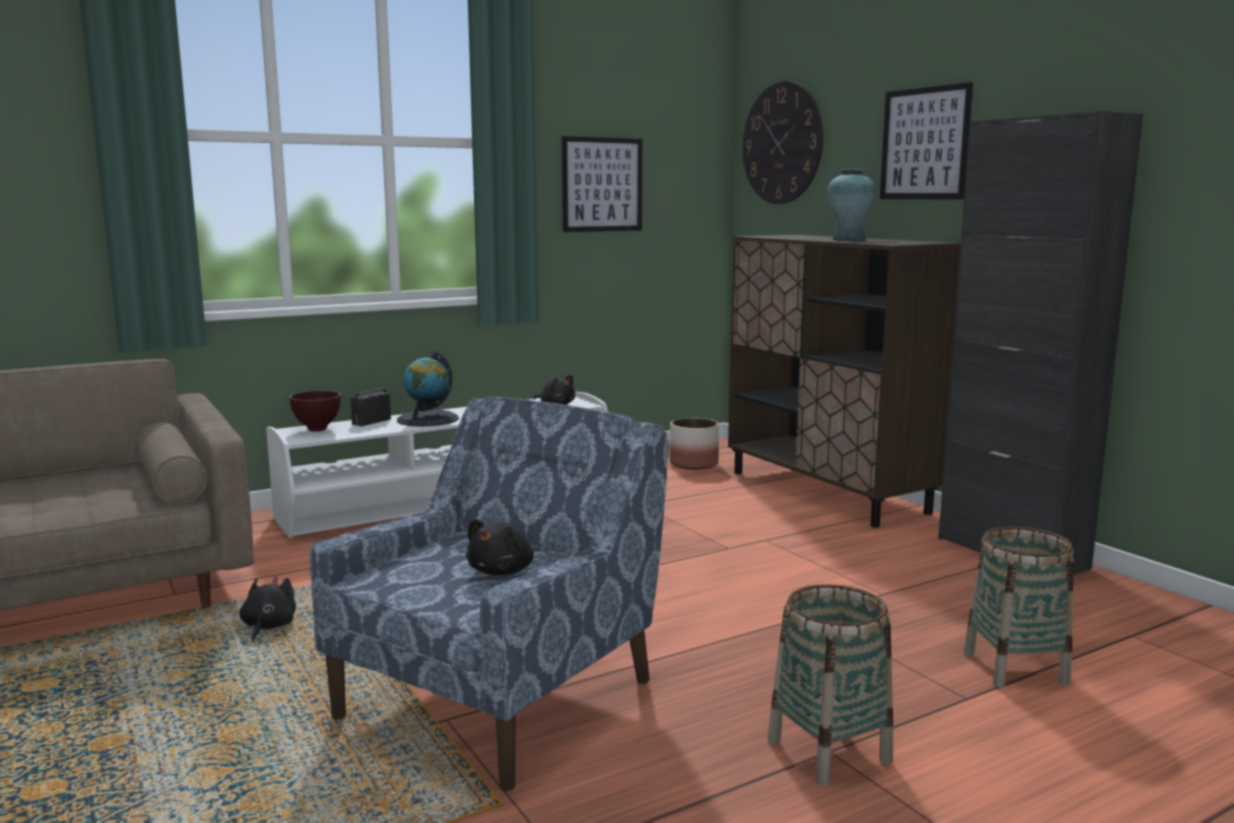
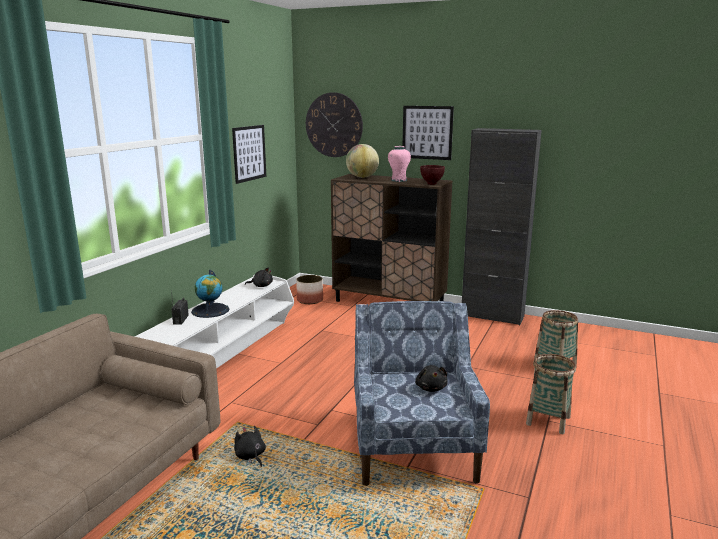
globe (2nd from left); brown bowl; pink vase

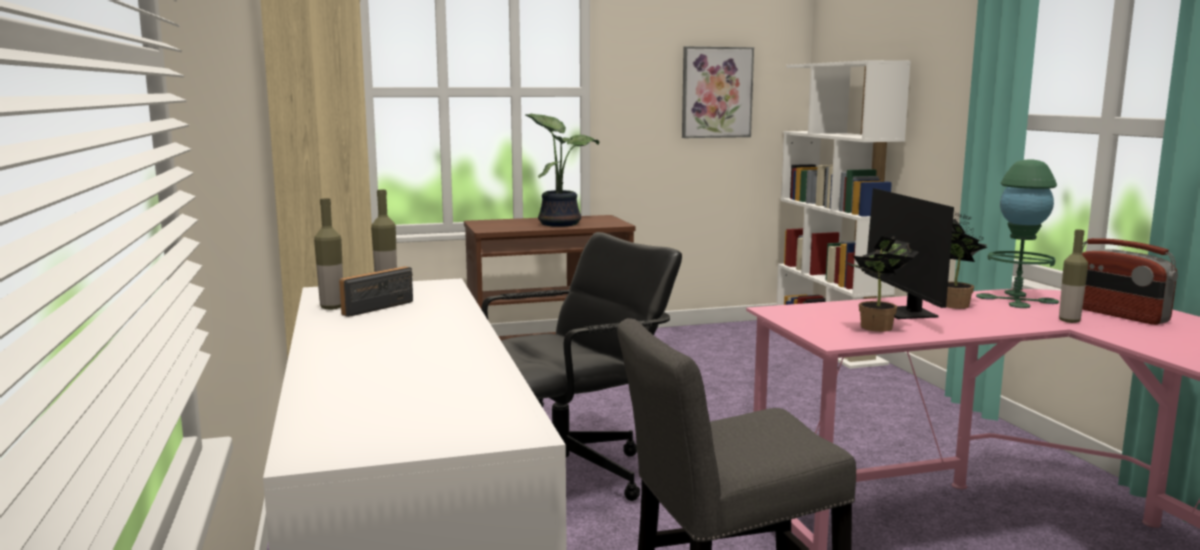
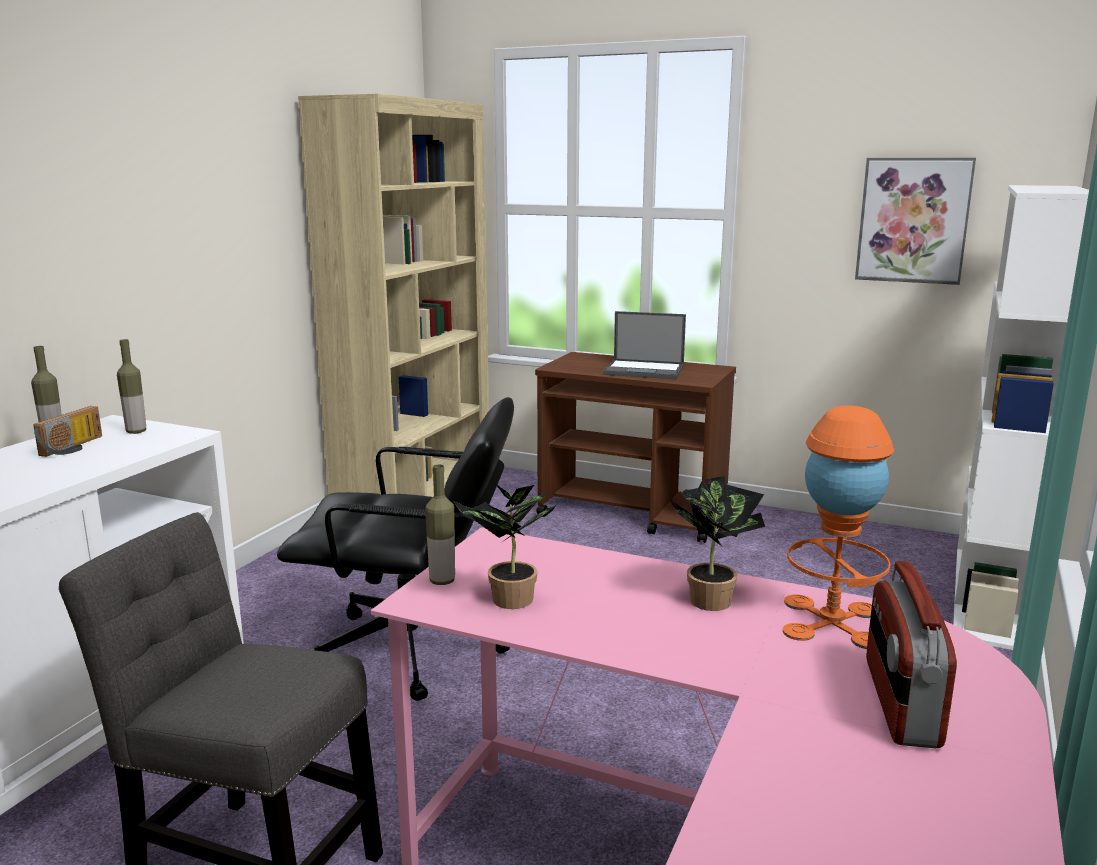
monitor; bottle (3rd from left); laptop; orange table lamp; radio (1st from left)

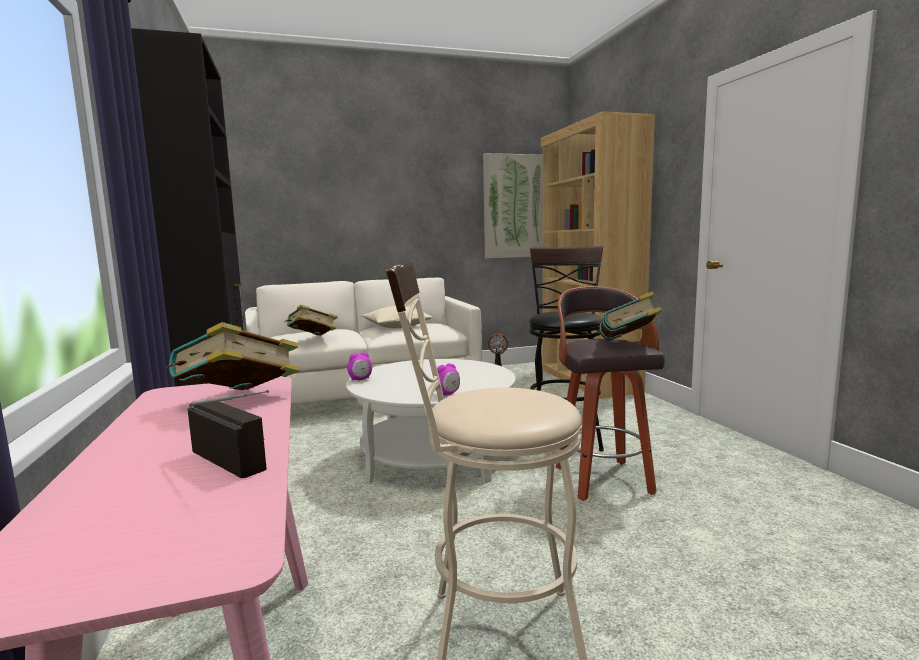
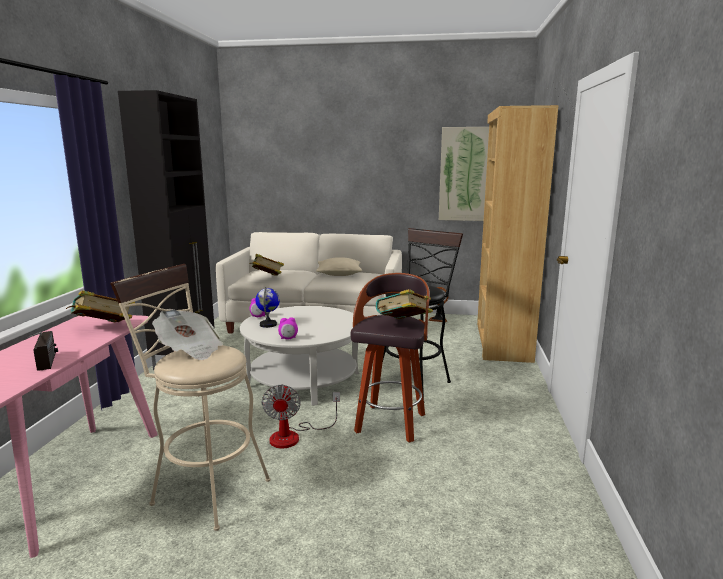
newspaper; globe; fan (1st from left)

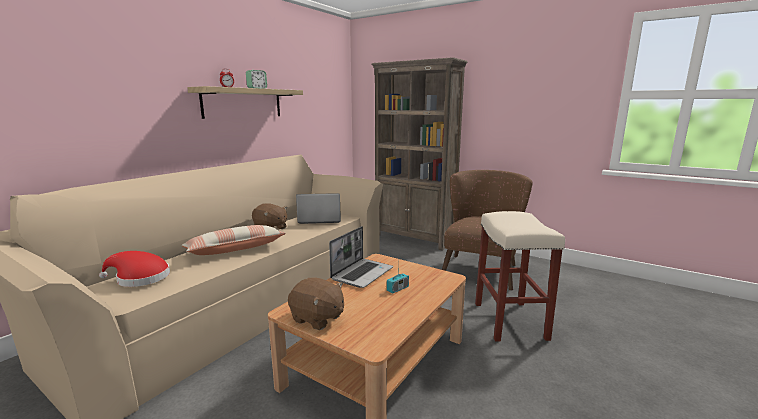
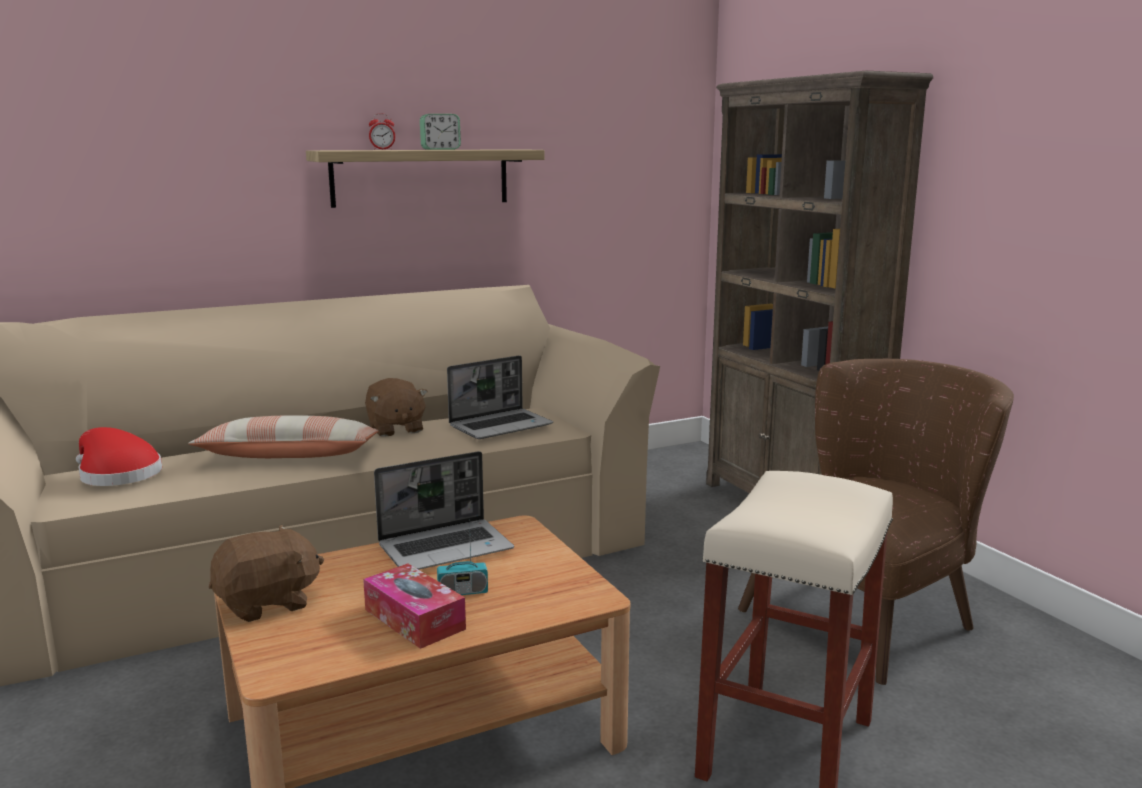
tissue box; brown plush toy (1st from left); laptop (2nd from left)

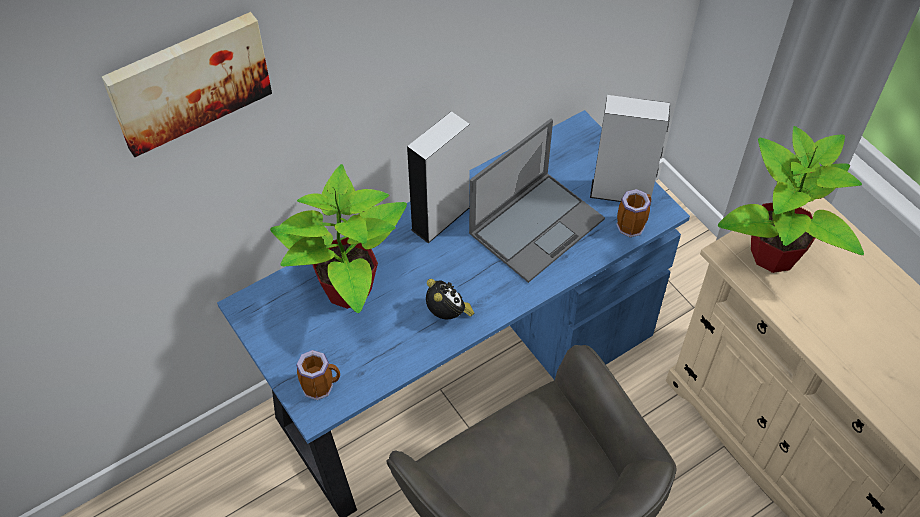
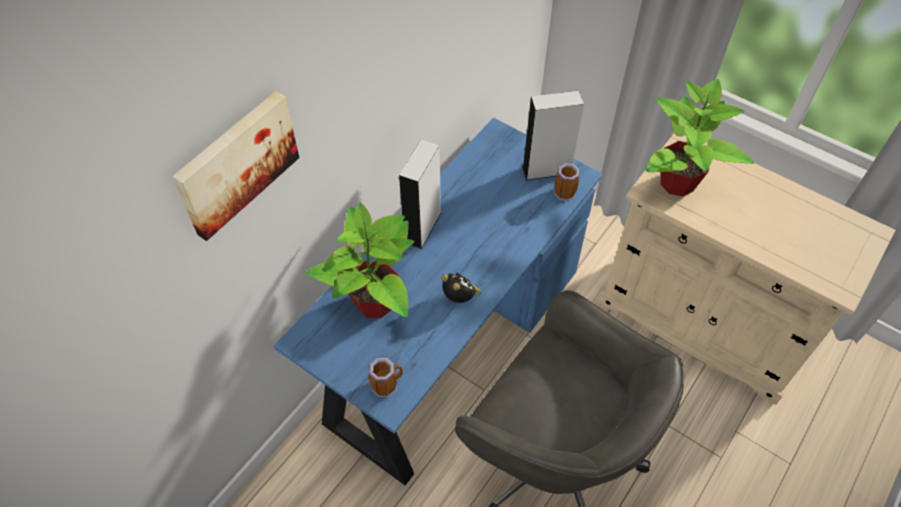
laptop

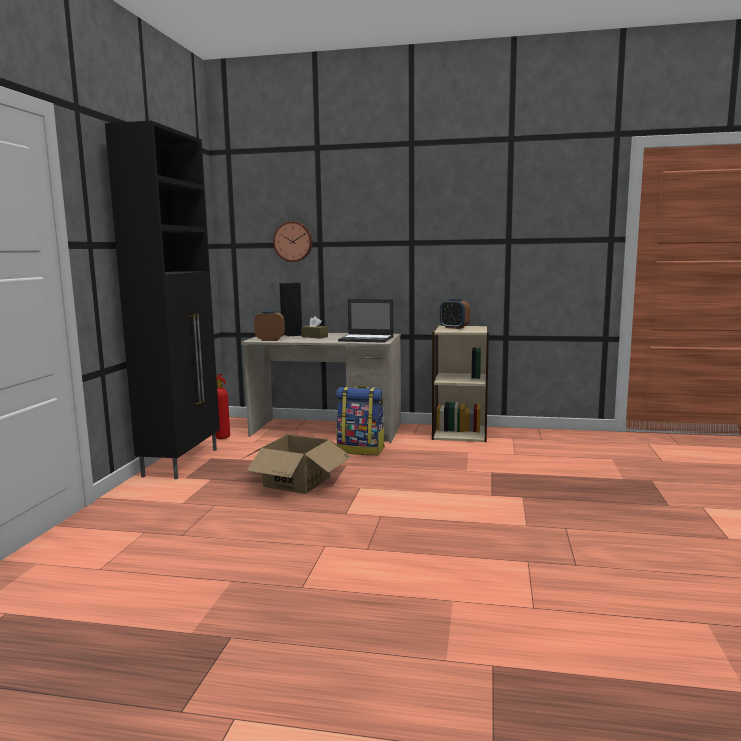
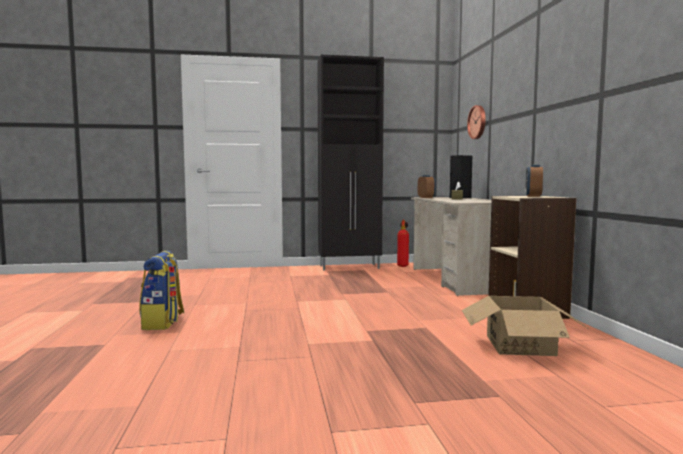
laptop; cardboard box; backpack

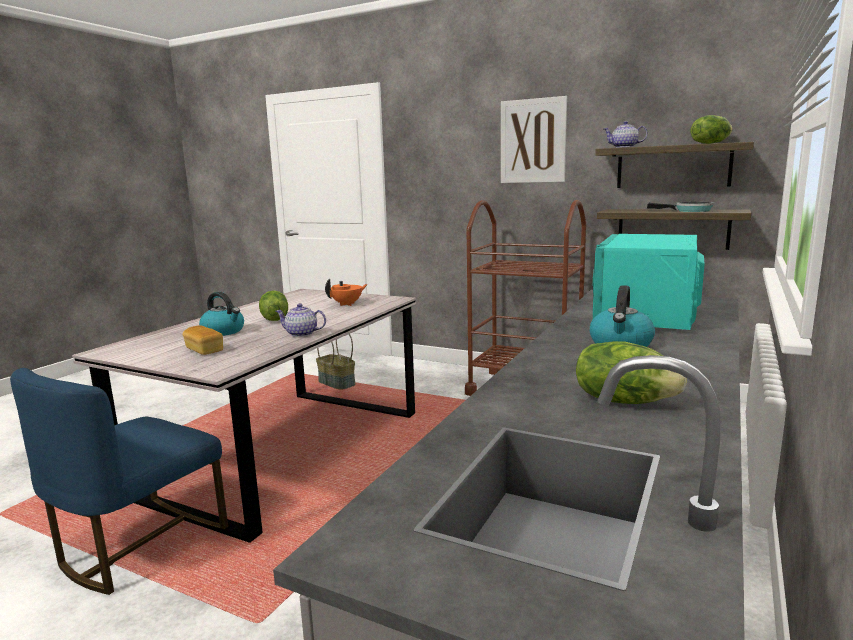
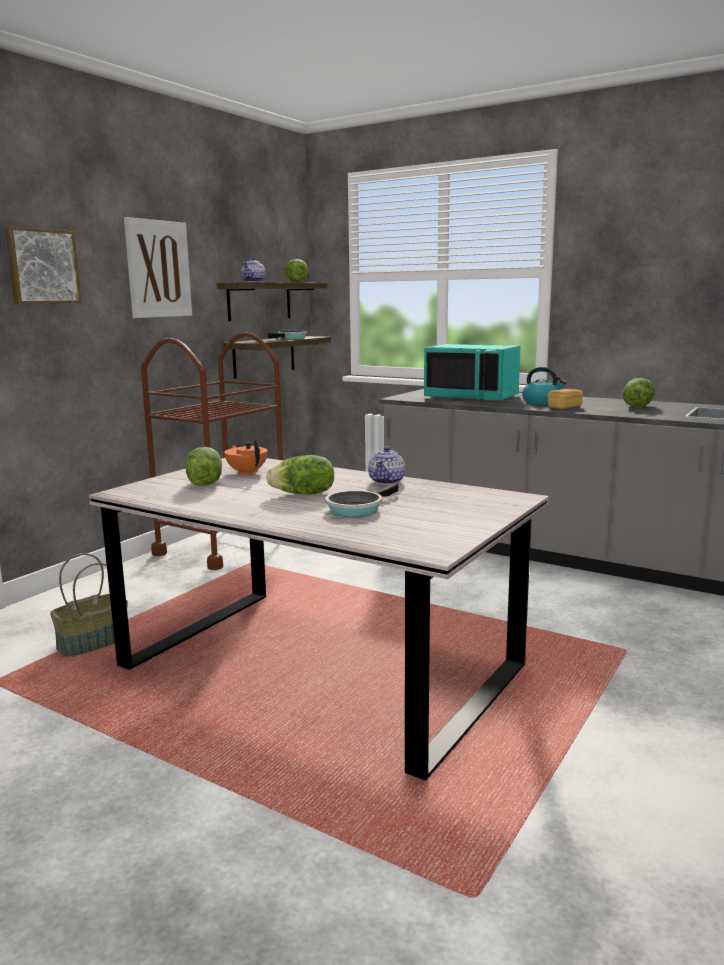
blue chair; picture (1st from left); lettuce (1st from left); bread; frying pan (2nd from left)

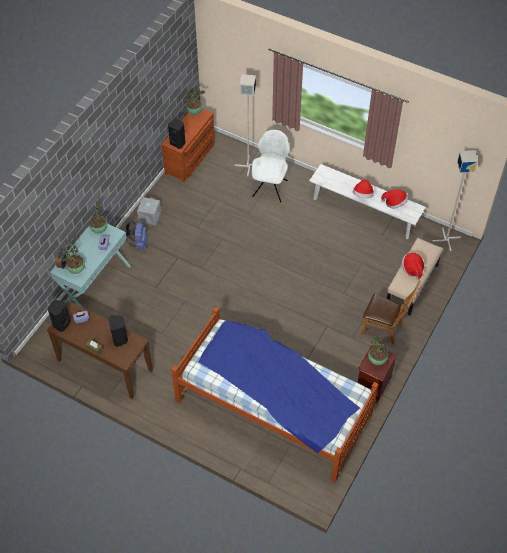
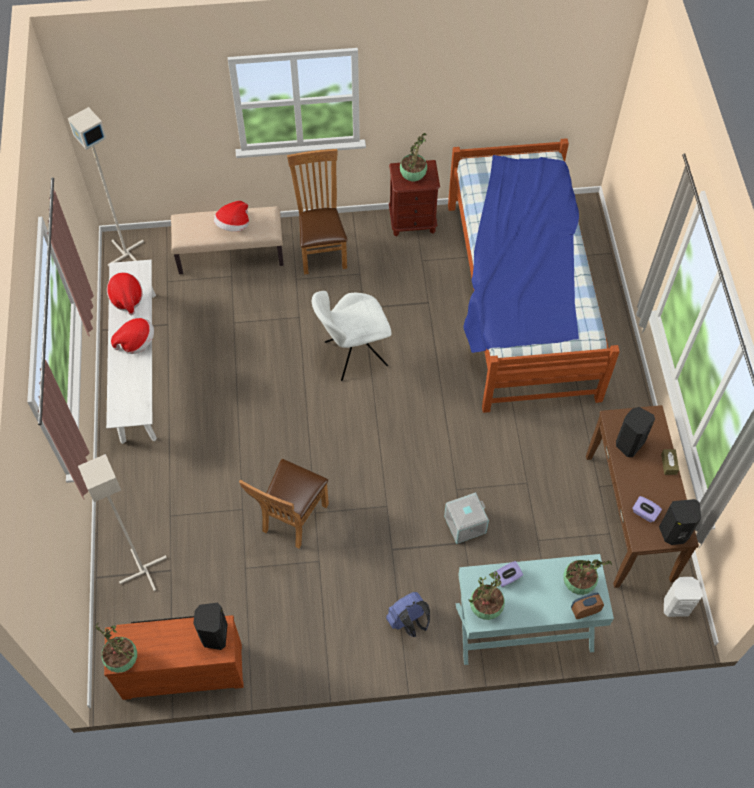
brown chair (1st from left); white speaker; grey storage box; white chair

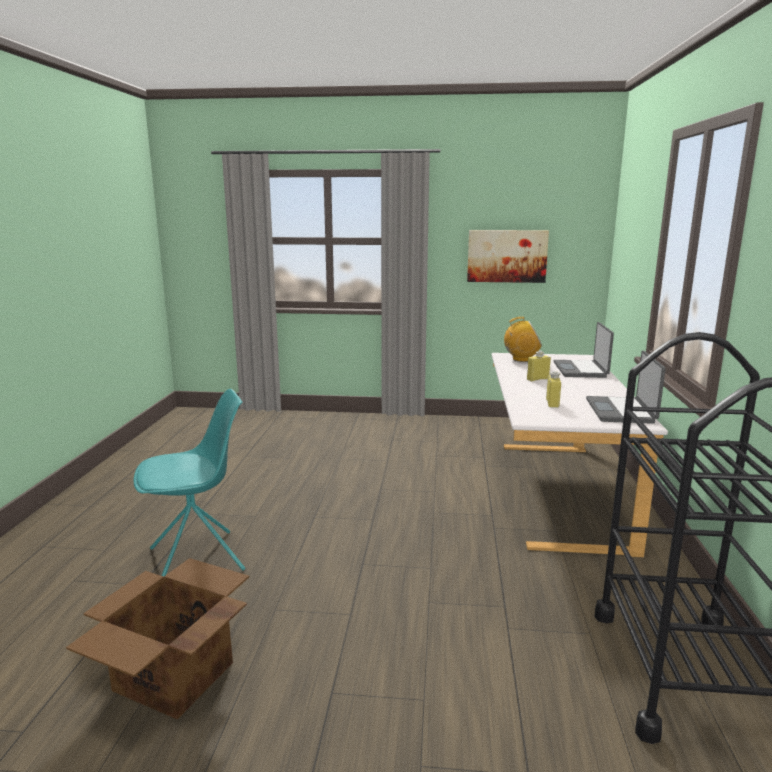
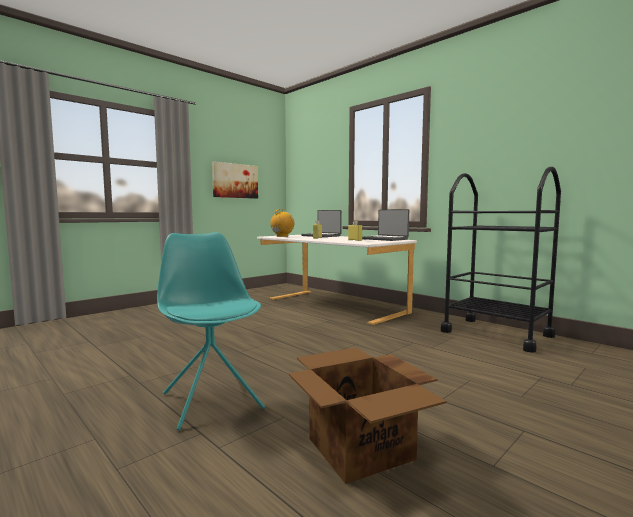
turquoise chair

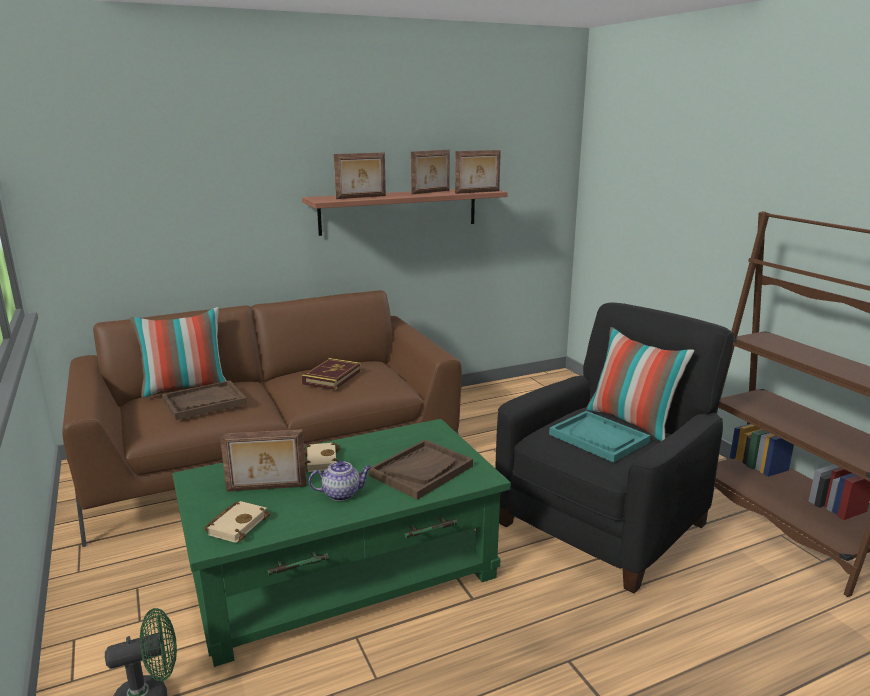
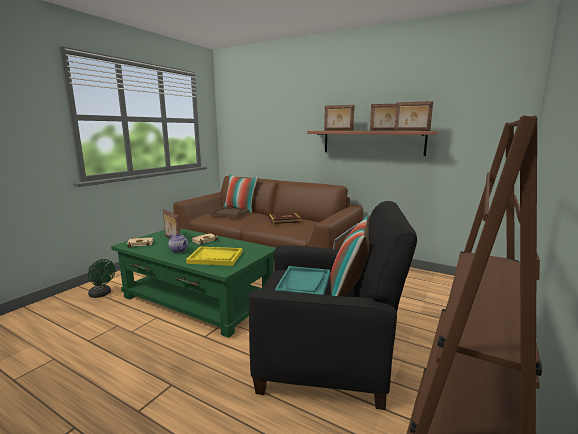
yellow tray

